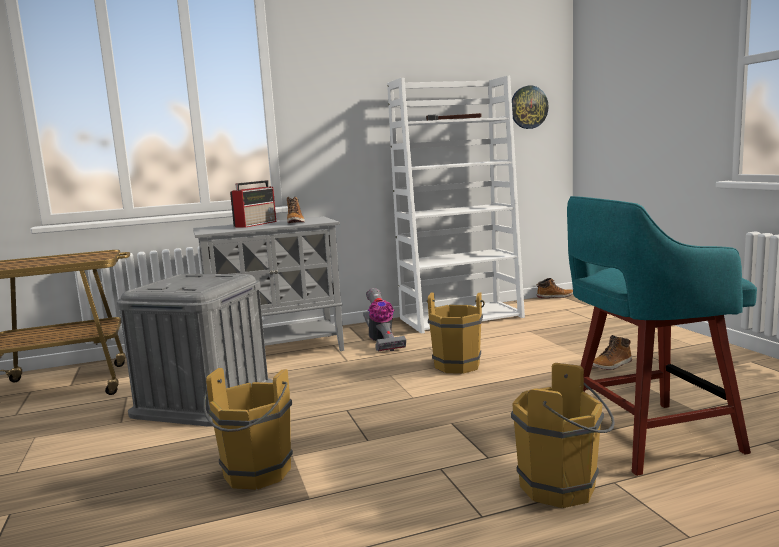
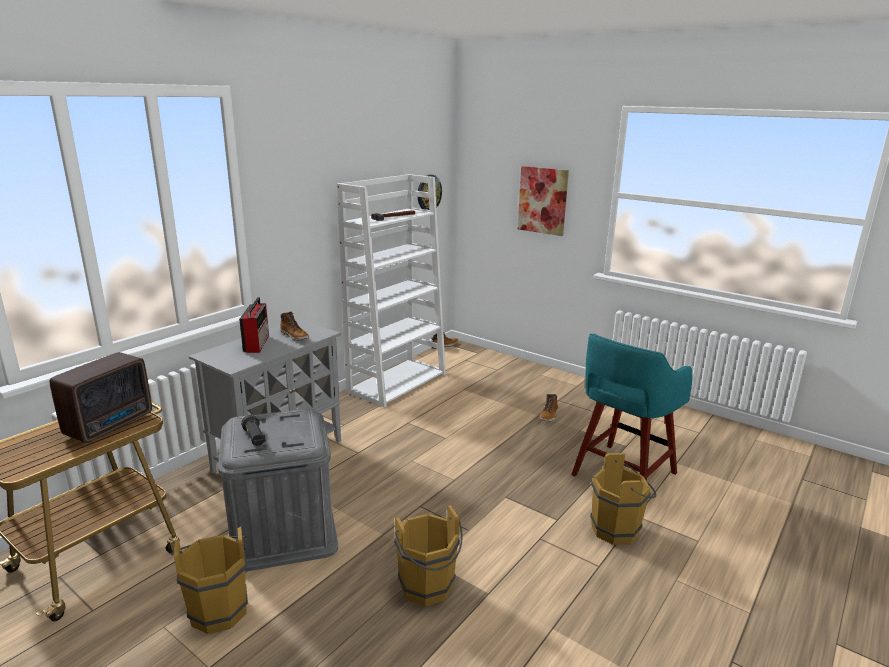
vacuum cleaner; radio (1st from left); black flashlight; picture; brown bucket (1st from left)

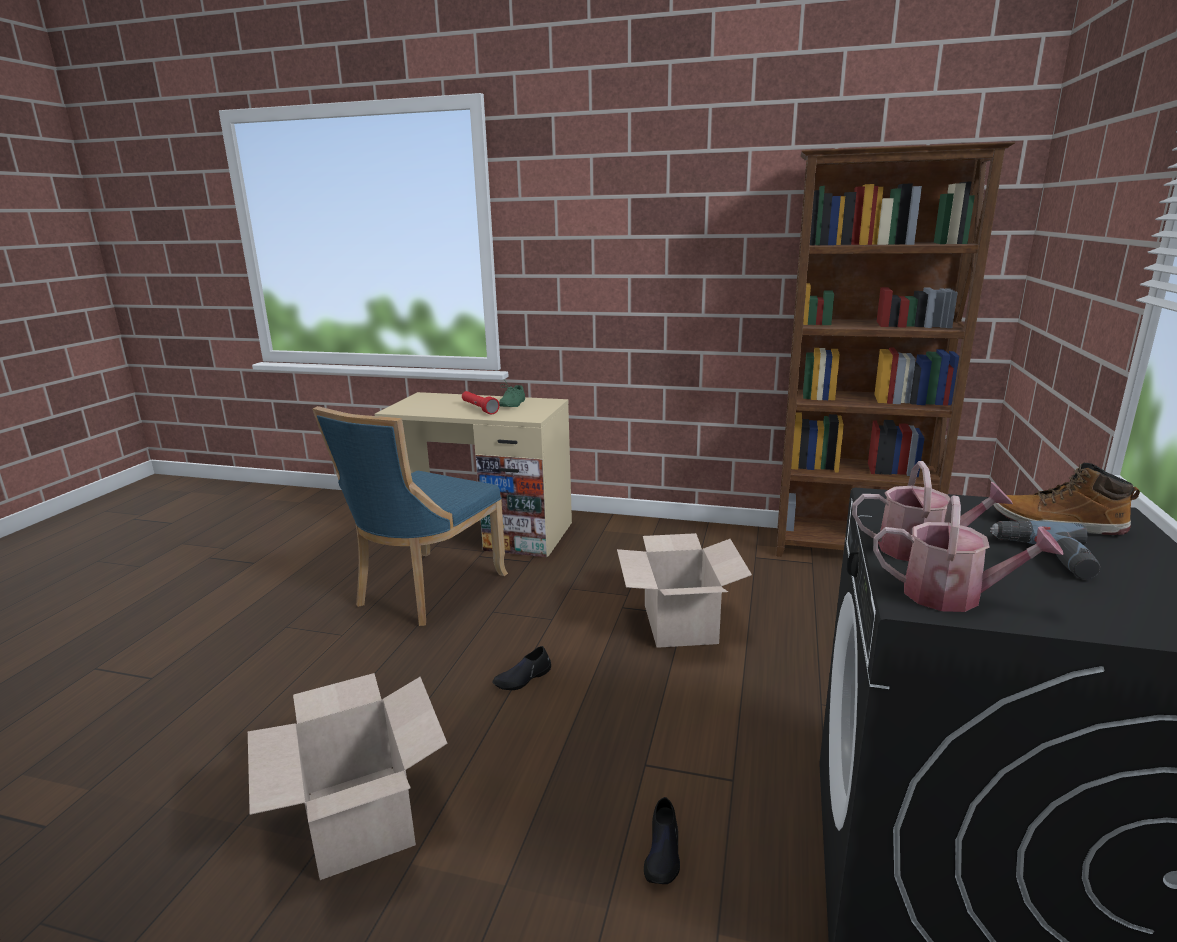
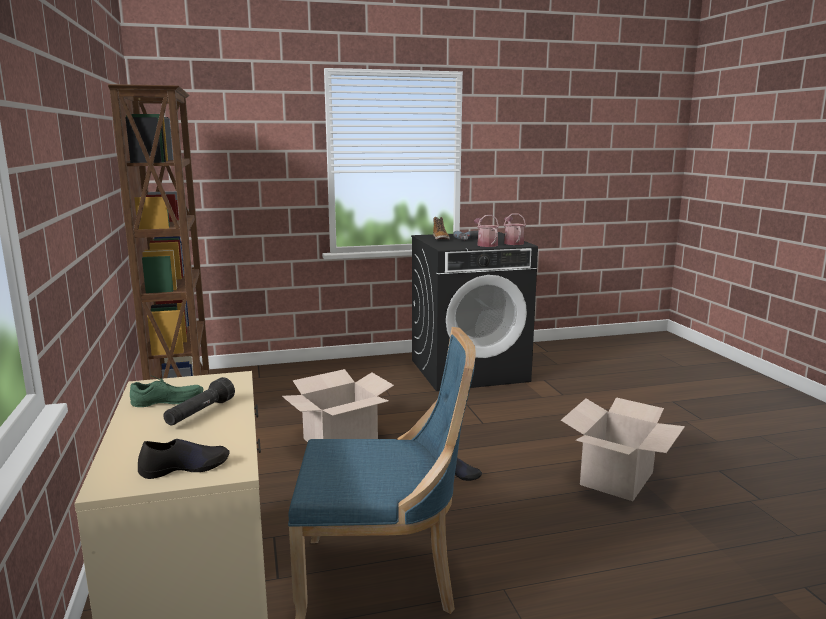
black shoe (1st from left); black flashlight

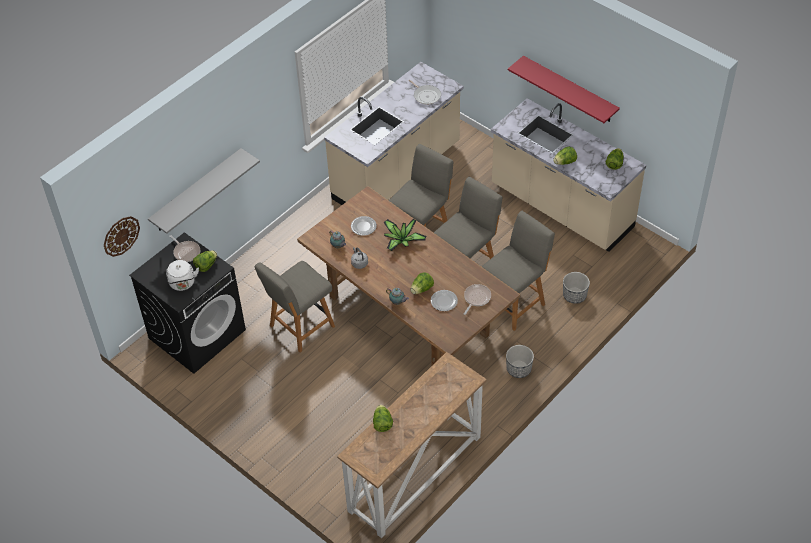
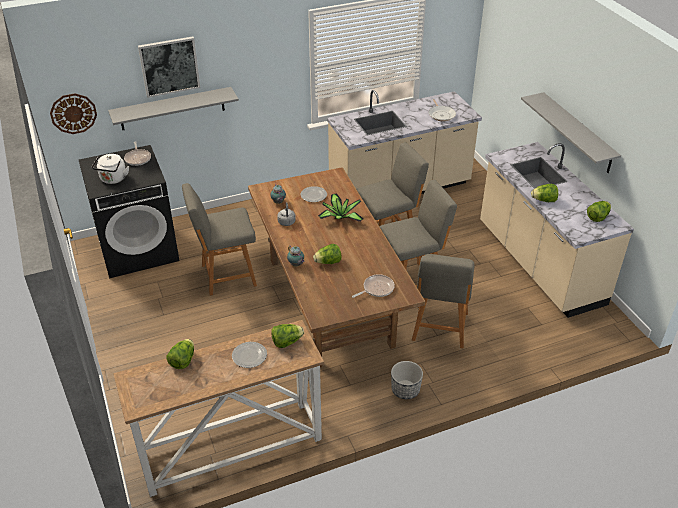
planter (2nd from left in the first image); picture; lettuce (2nd from left); plate (1st from left); grey shelf (2nd from left); grey chair (4th from left)

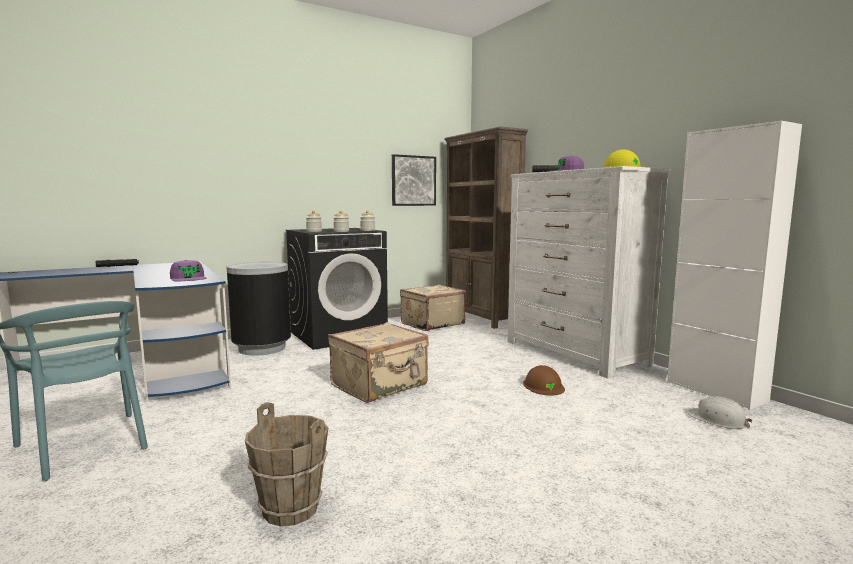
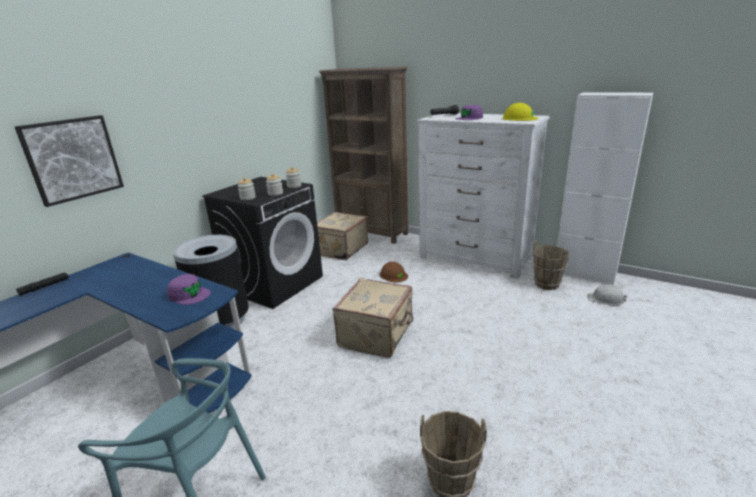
brown bucket (2nd from left); picture; brown hard hat

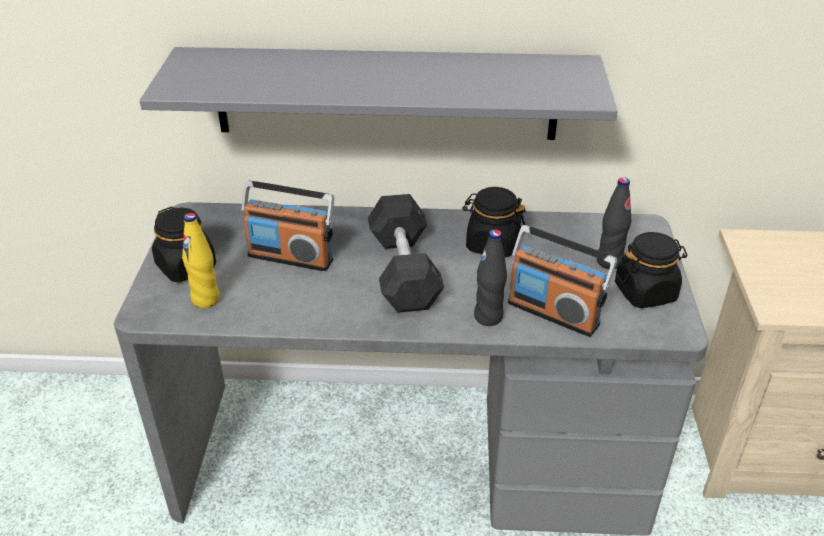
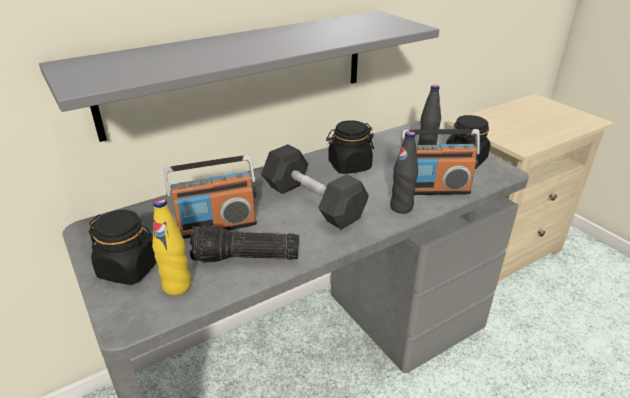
flashlight

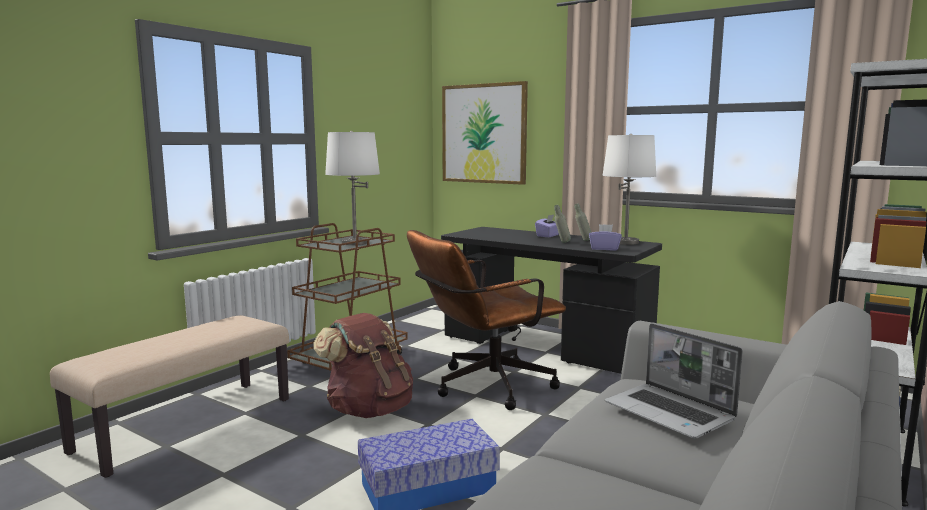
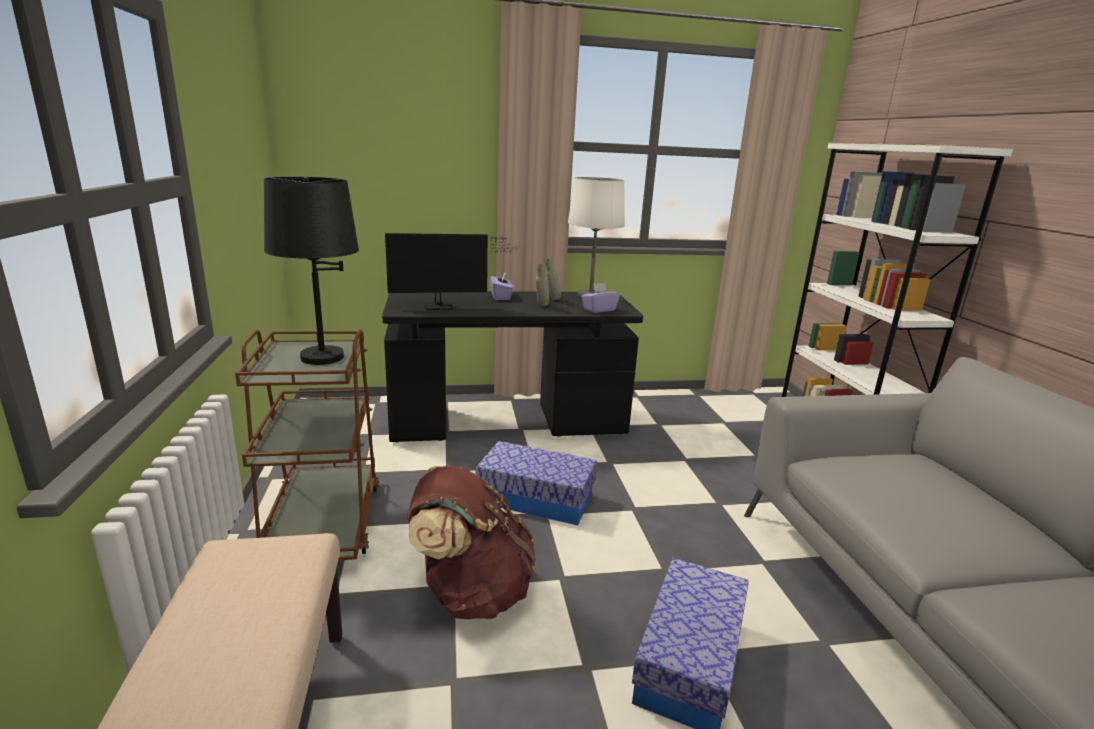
picture; laptop; monitor; storage box (1st from left); black table lamp

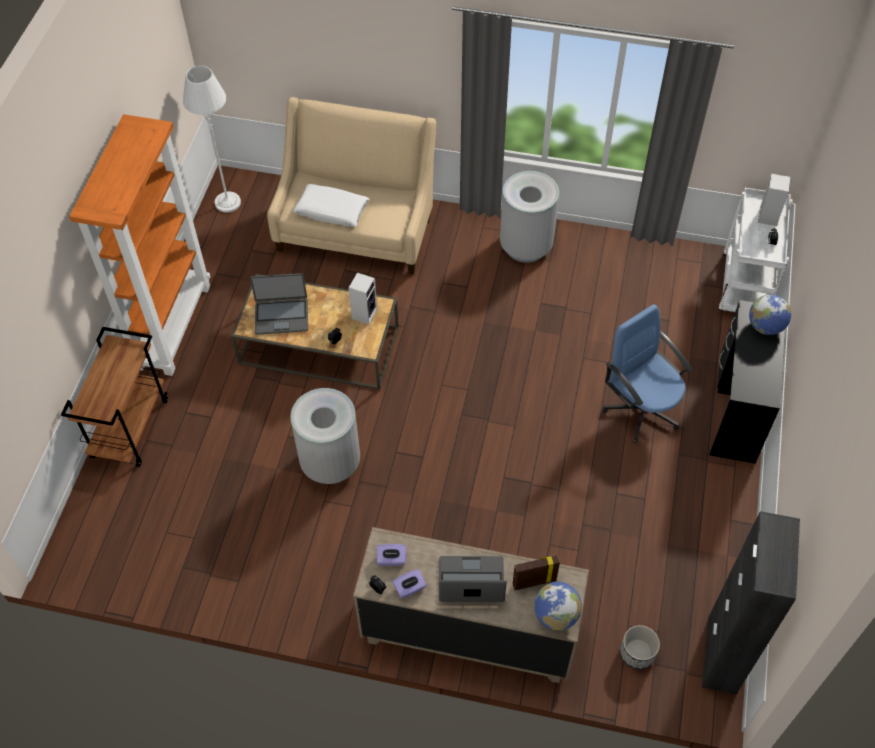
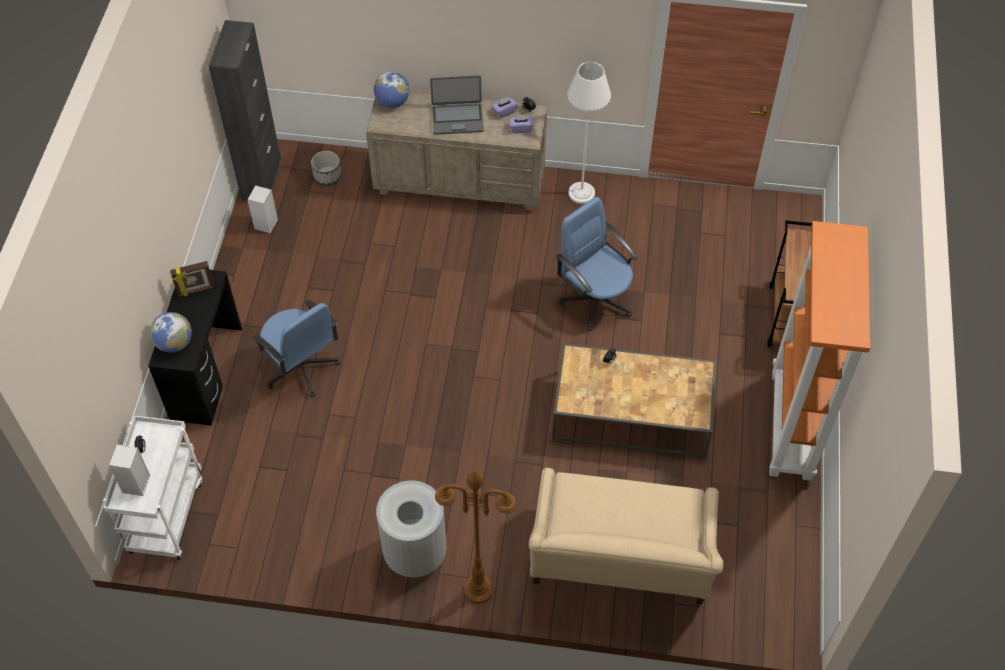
laptop (1st from left in the first image); white pillow; brown floor lamp; white floor lamp; speaker (2nd from left); picture frame; blue office chair (2nd from left)

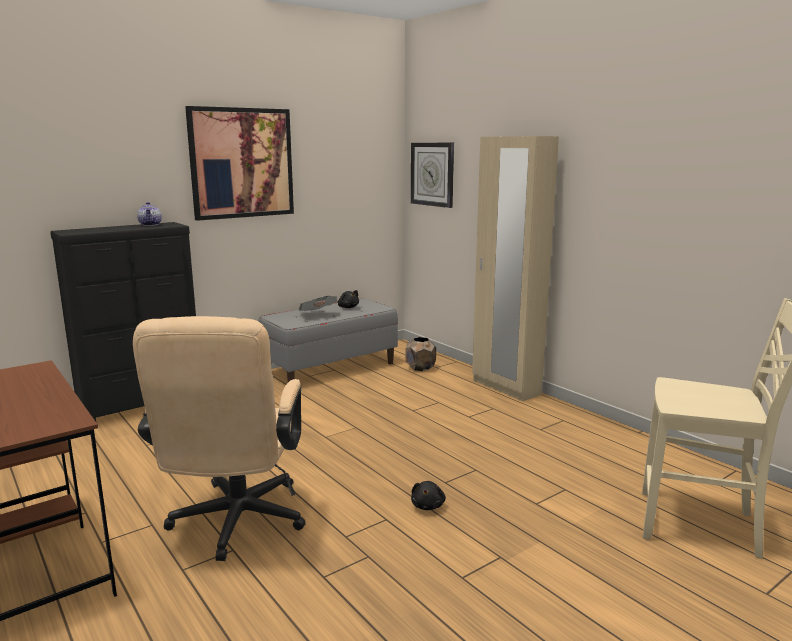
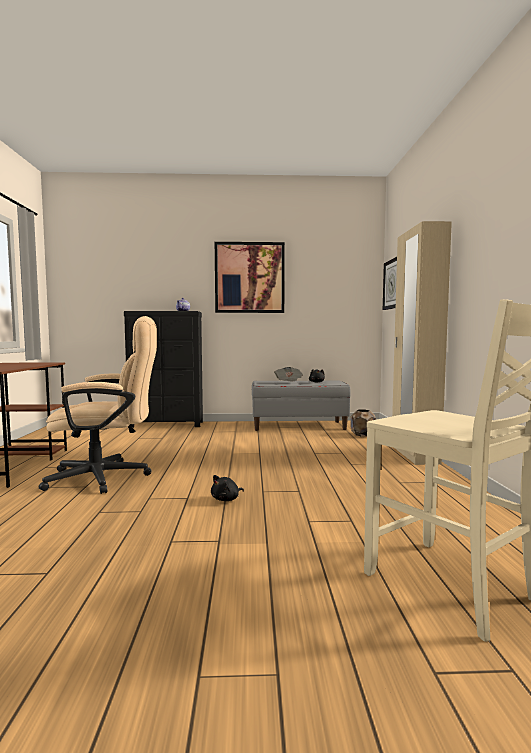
beige office chair

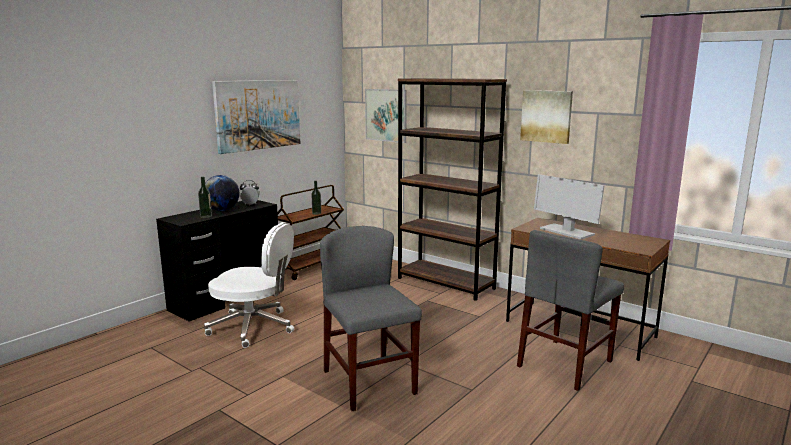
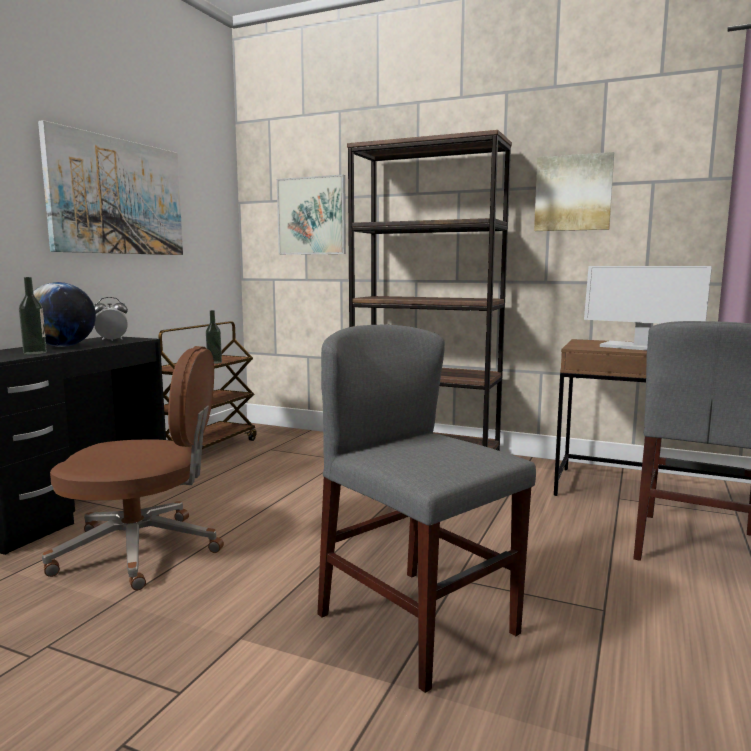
brown office chair

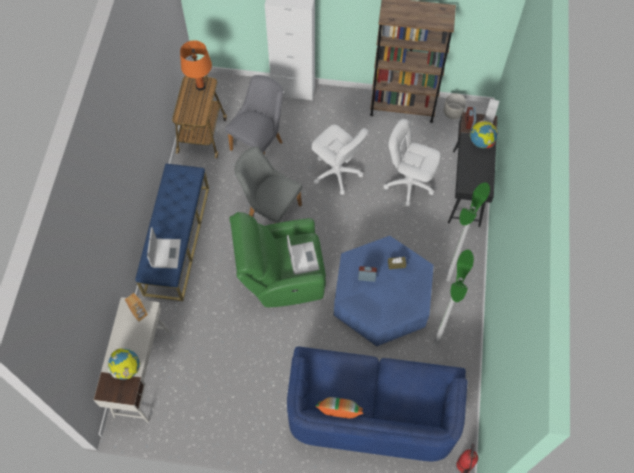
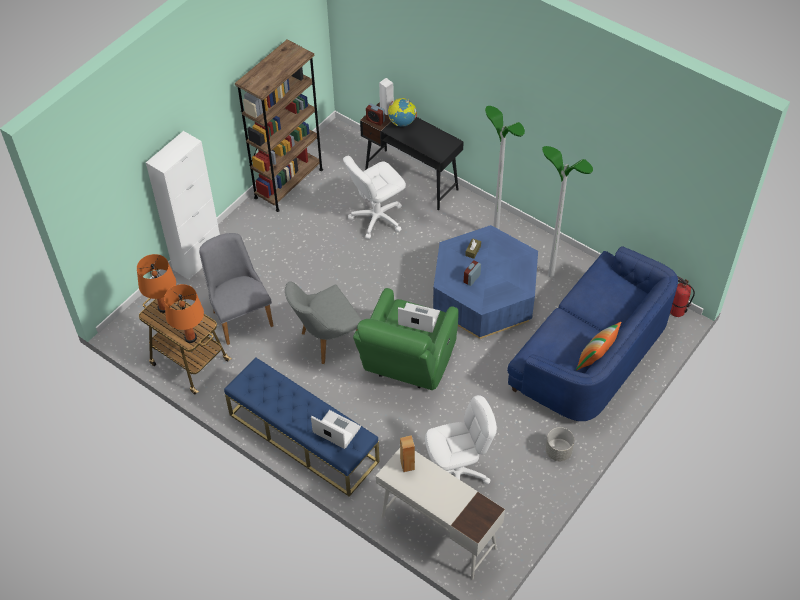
globe (1st from left in the first image); orange table lamp (2nd from left); white office chair (2nd from left); grey planter

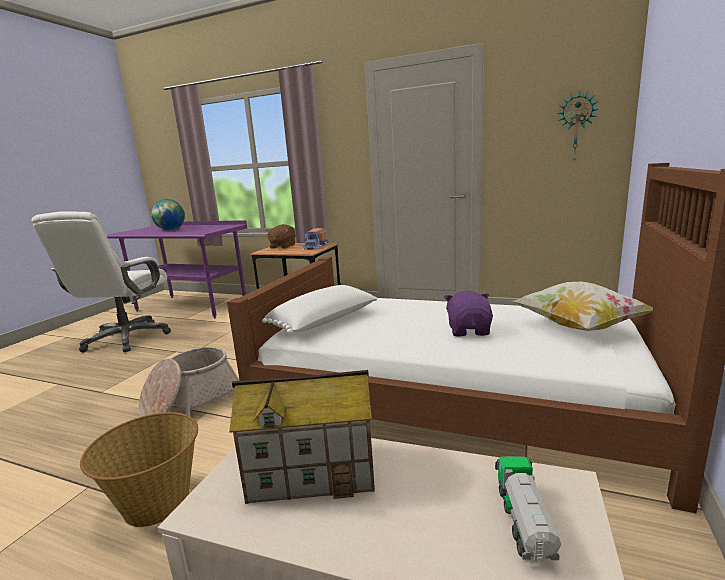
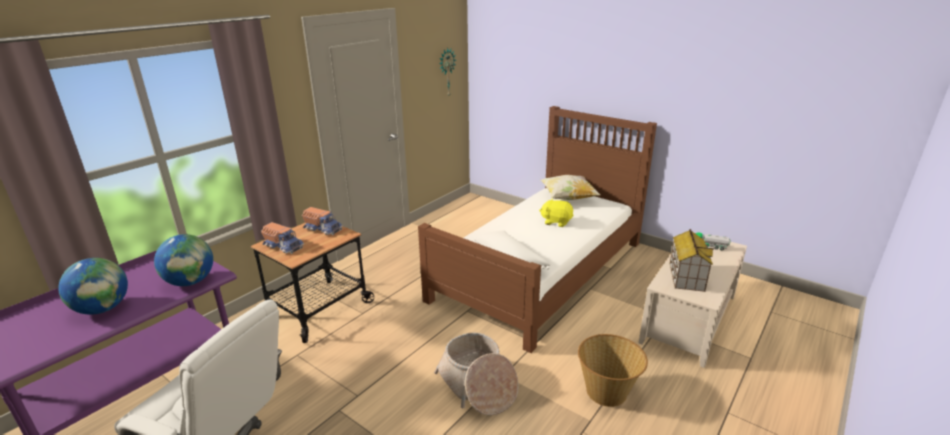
globe (2nd from left); toy truck (1st from left); yellow plush toy

